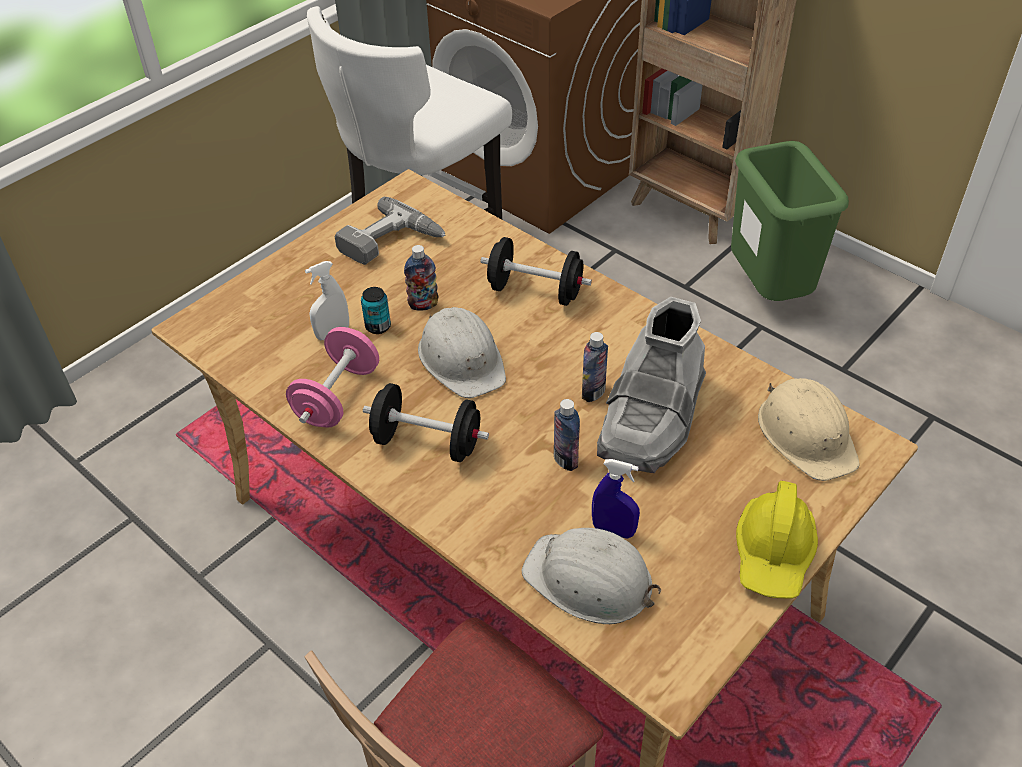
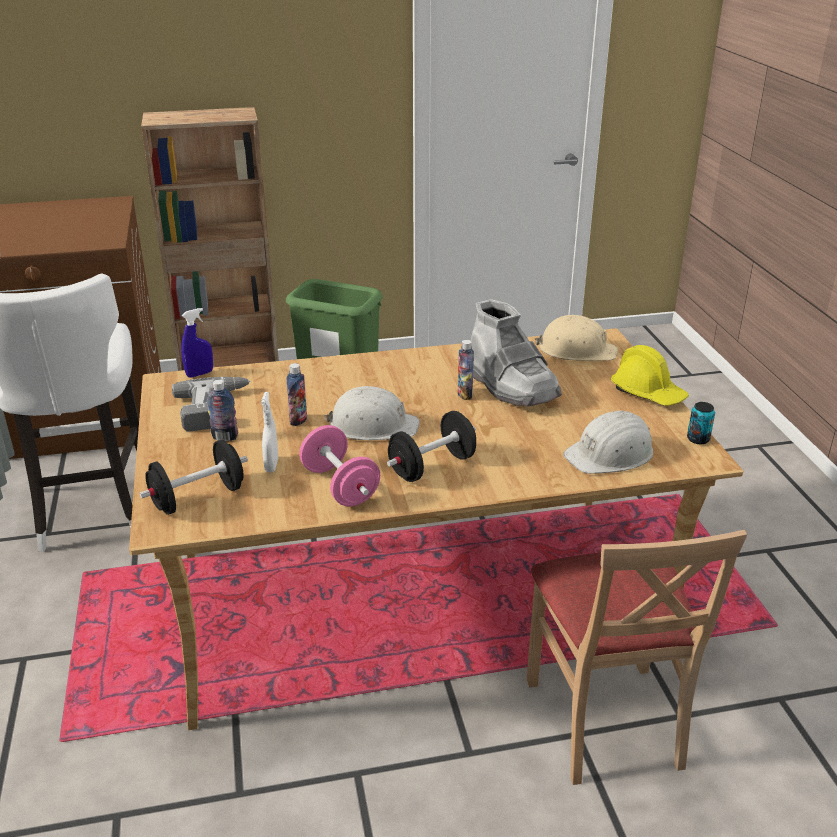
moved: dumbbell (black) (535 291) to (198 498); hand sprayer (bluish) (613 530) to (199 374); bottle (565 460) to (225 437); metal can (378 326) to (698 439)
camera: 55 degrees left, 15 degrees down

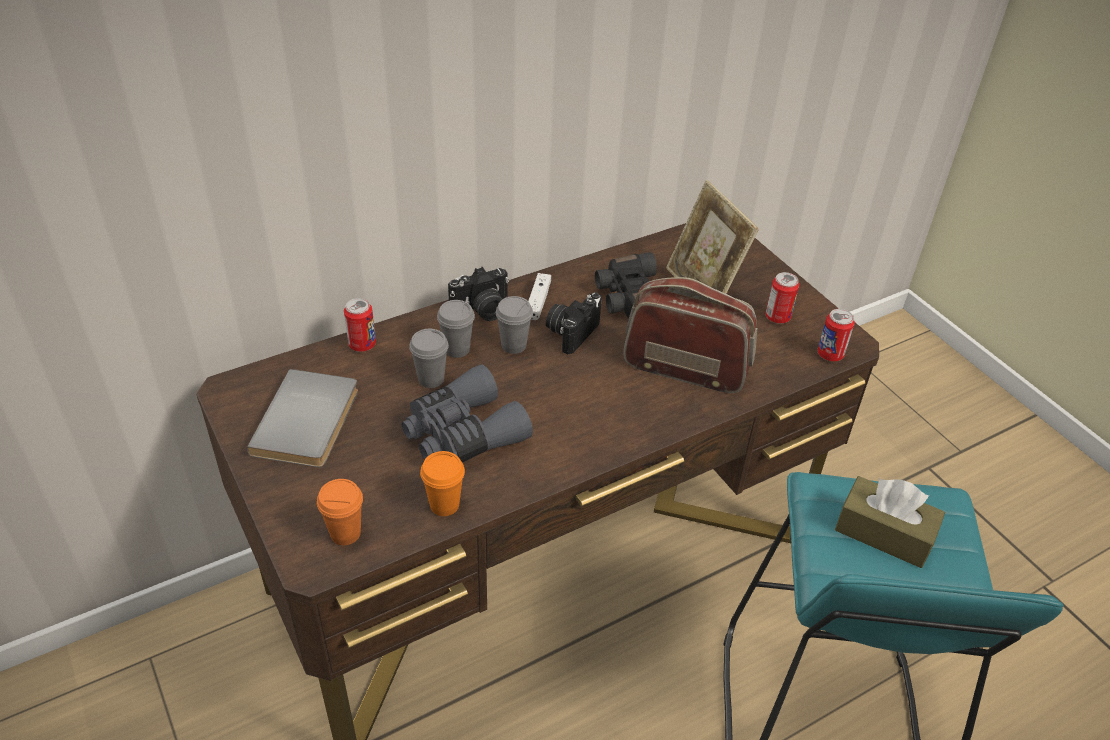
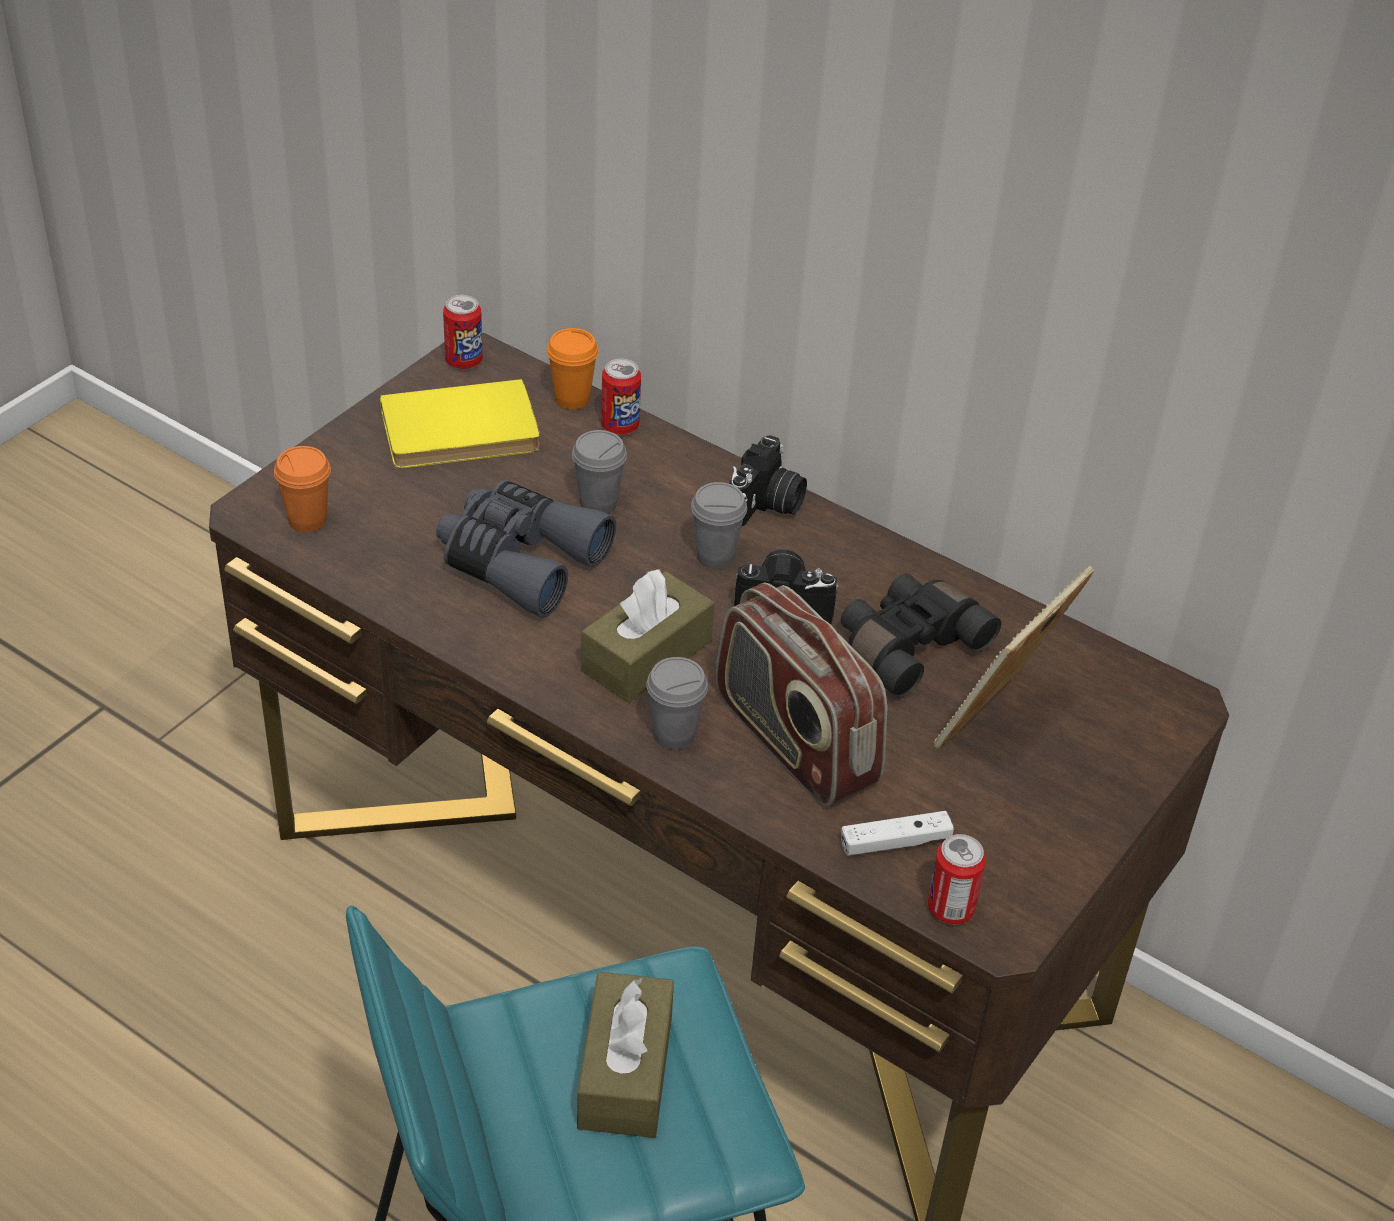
added: box of tissues (brown) (646 655)
moved: metal can (777 317) to (464 361); drinking cup (orange-coloured) (444 505) to (572 399); drinking cup (gray) (457 349) to (674 735); gamepad (white-coloured) (538 301) to (895 842)
recoloured: bound book (gray) (310 422) to bound book (yellowish) (461 433)
turned: radio receiver (685 368) = (793 742) 150 degrees clockwise; still camera (482 310) = (766 505) 105 degrees counterclockwise
camera: 65 degrees right, 0 degrees up

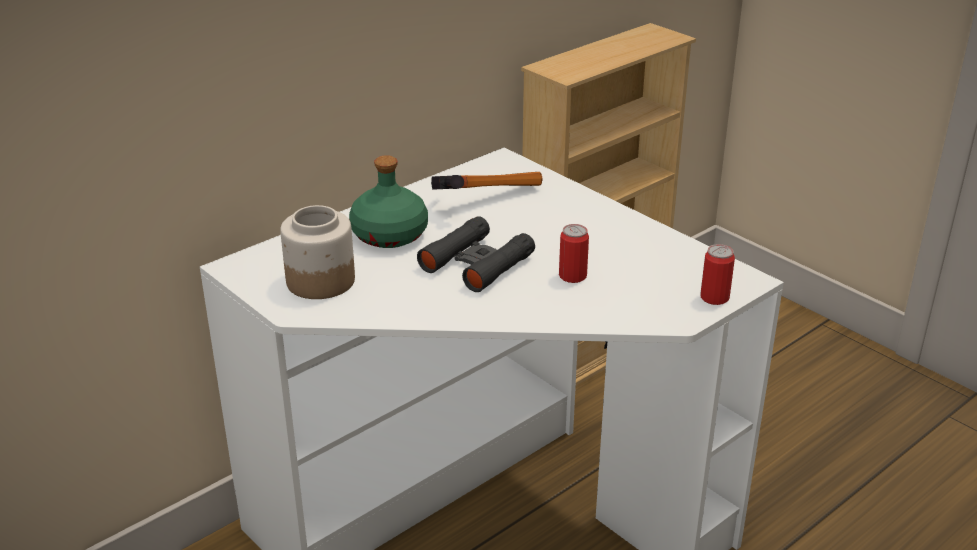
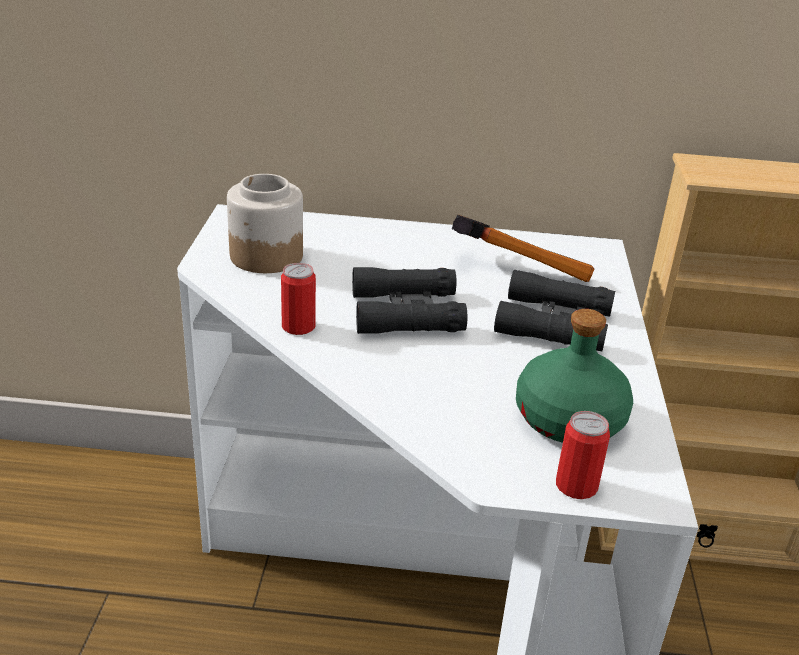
added: binoculars (black) (553 323)
moved: metal can (572 276) to (298 326); bottle (green) (389 235) to (567 420)
camera: 45 degrees right, 0 degrees up

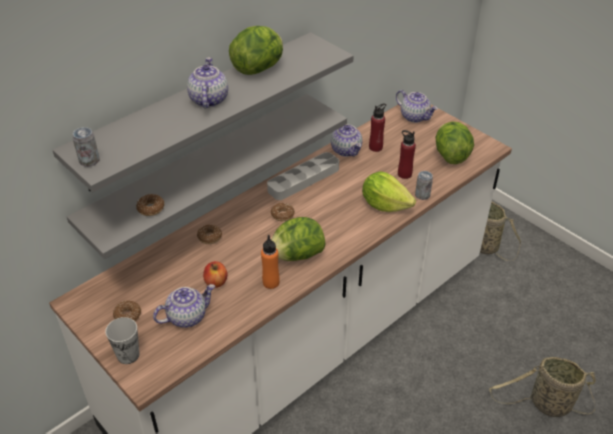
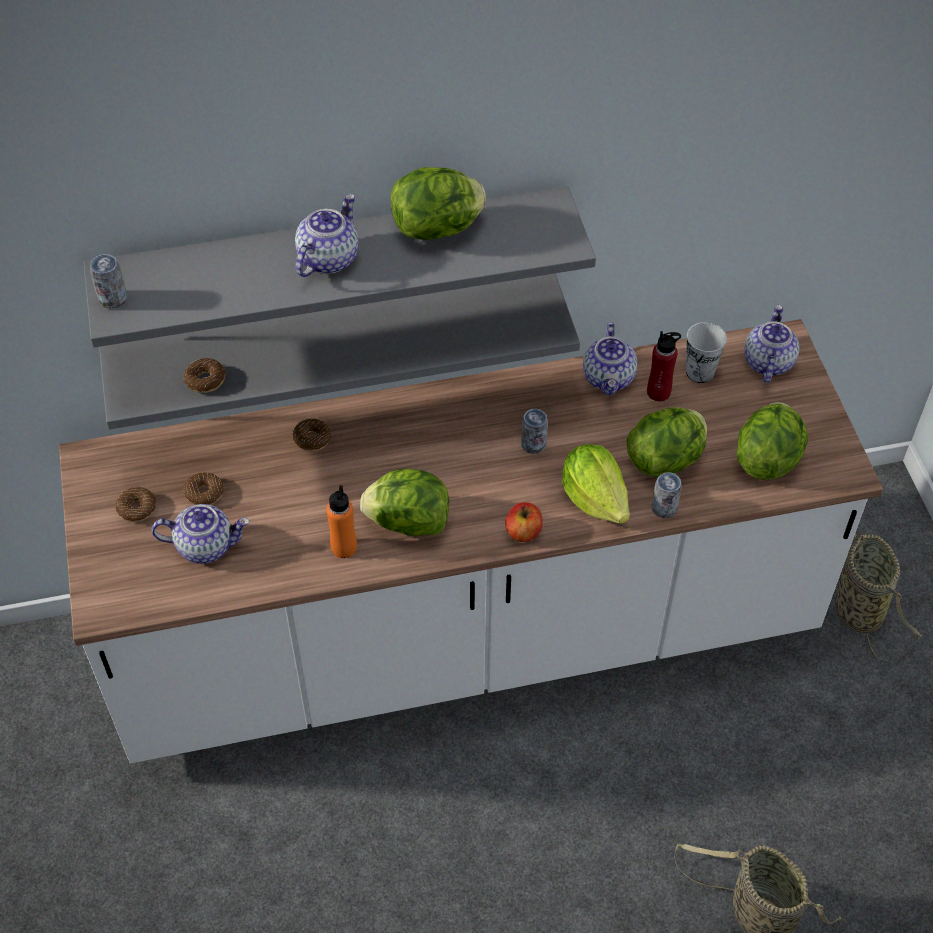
removed: carrying tray (gray) (303 179)
added: metal can (533 445)
moved: donut (282 215) to (204 493); whole apple (216 282) to (523 532); drinking cup (128 355) to (700 372)
replaced: bottle (reddish) (404 174) to lettuce head (666 459)
turned: tea pot (415 117) = (767 362) 150 degrees counterclockwise
camera: 30 degrees right, 10 degrees up

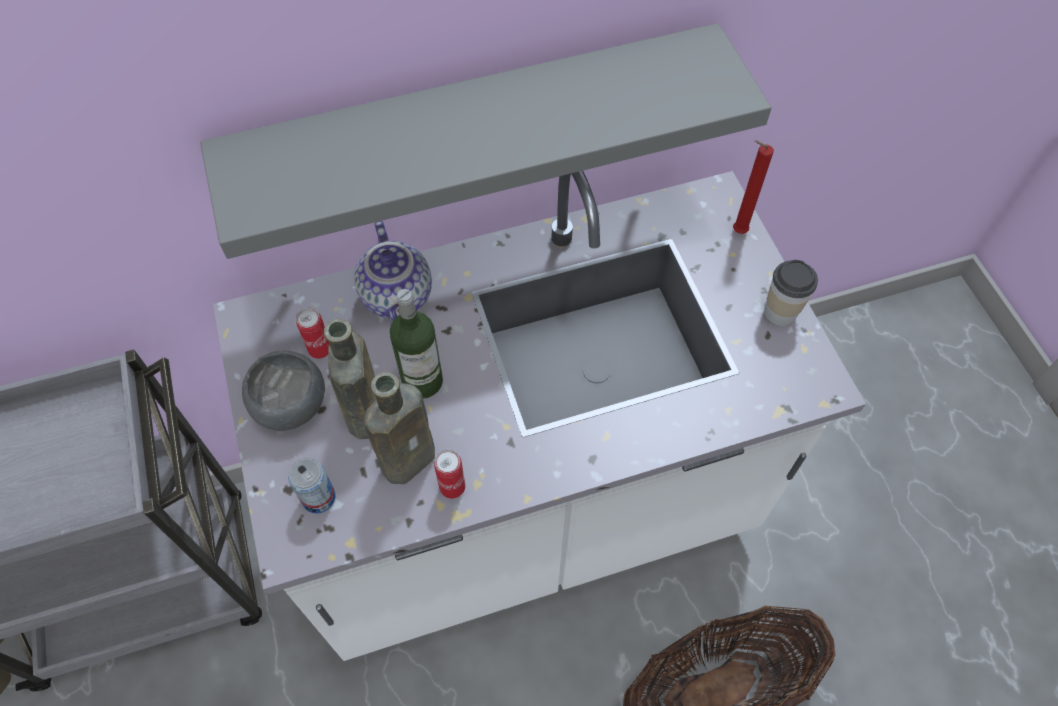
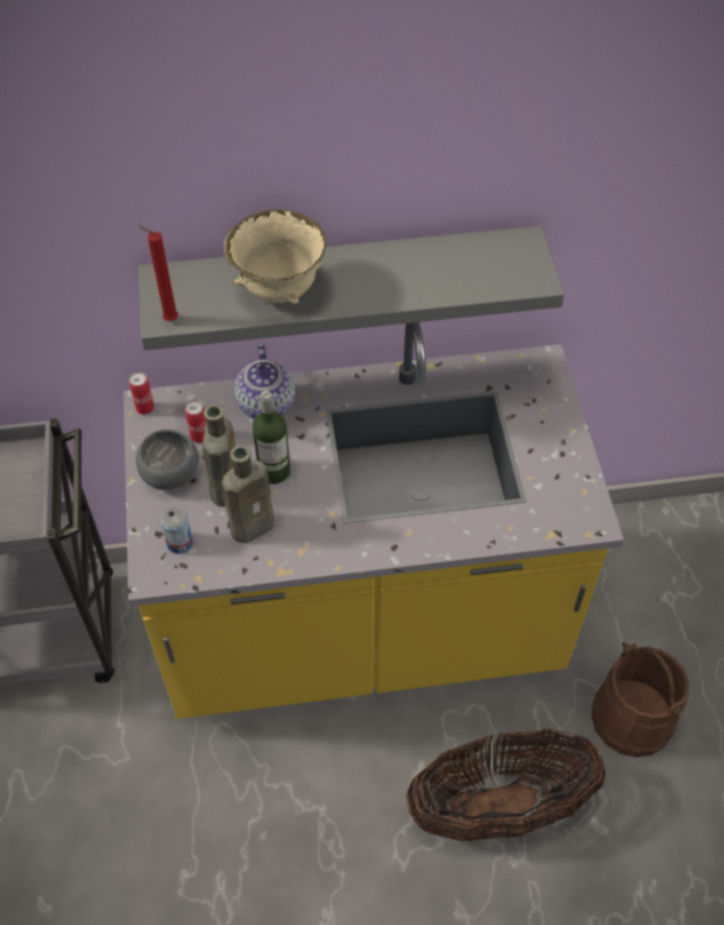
removed: drinking cup (780 312)
added: serving bowl (sand-coloured) (279 290); water bucket (brown) (633 717)
moved: metal can (452 487) to (145 408); candle (reddish) (736 231) to (168 319)
recoloured: counter (white-coloured) (529 512) to counter (yellowish) (362 629)
camera: 10 degrees right, 5 degrees down

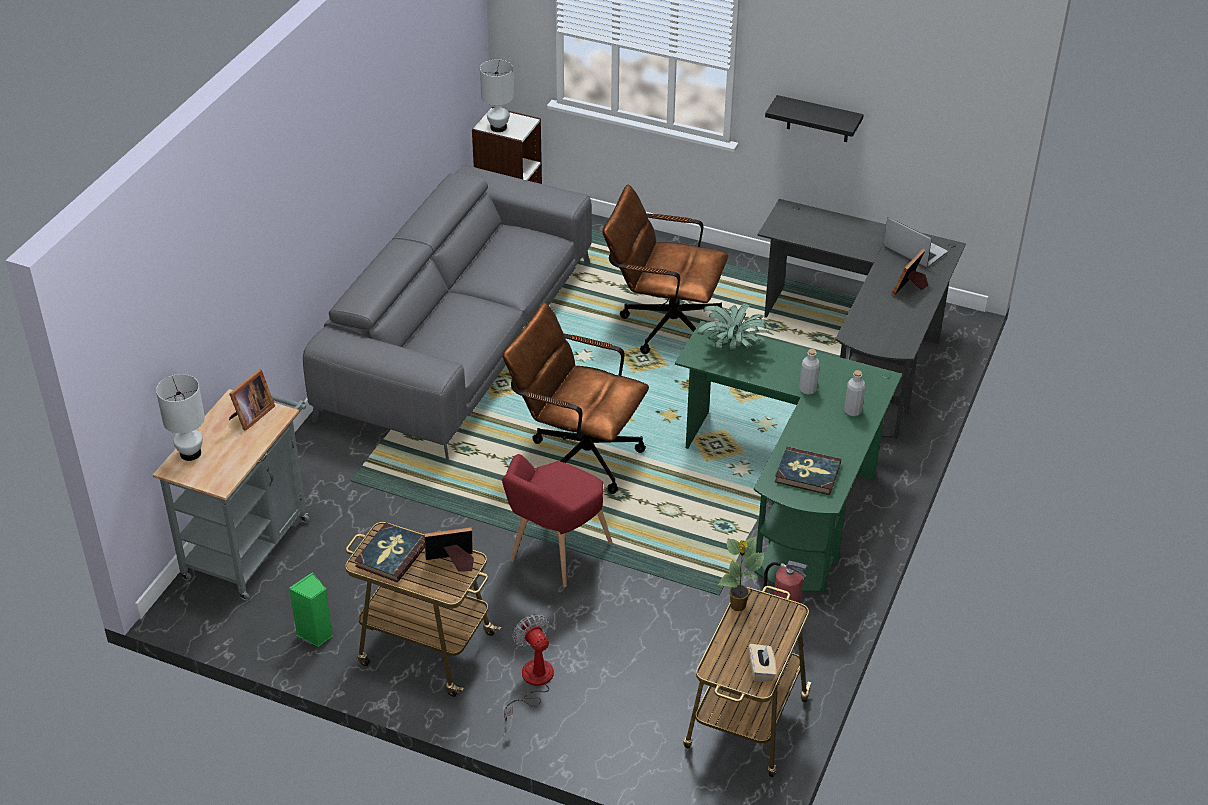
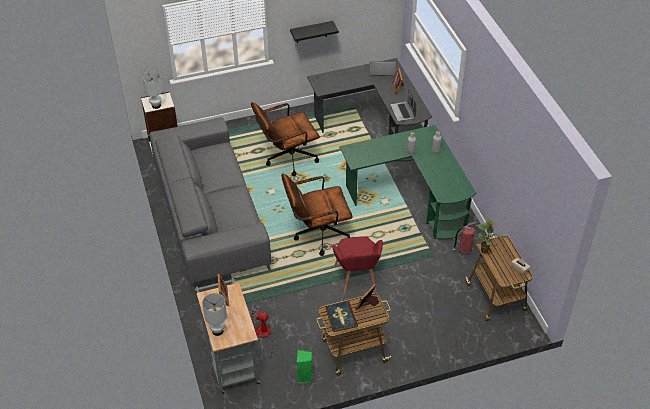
removed: plant in a pot (733 348); bound book (807 473)
added: notebook computer (403 112)
moved: cooling fan (532 682) to (264 336)
camera: 40 degrees left, 5 degrees up

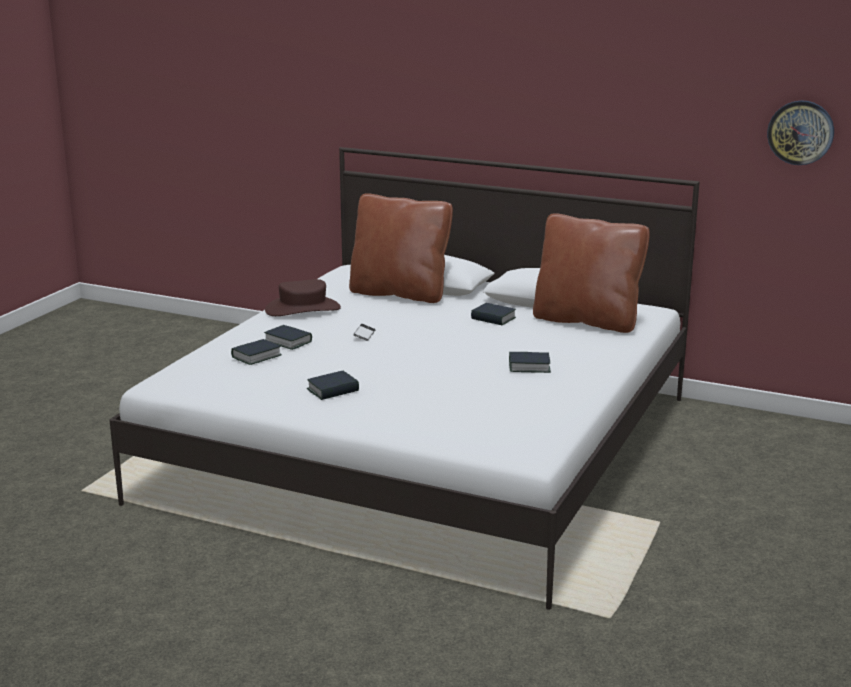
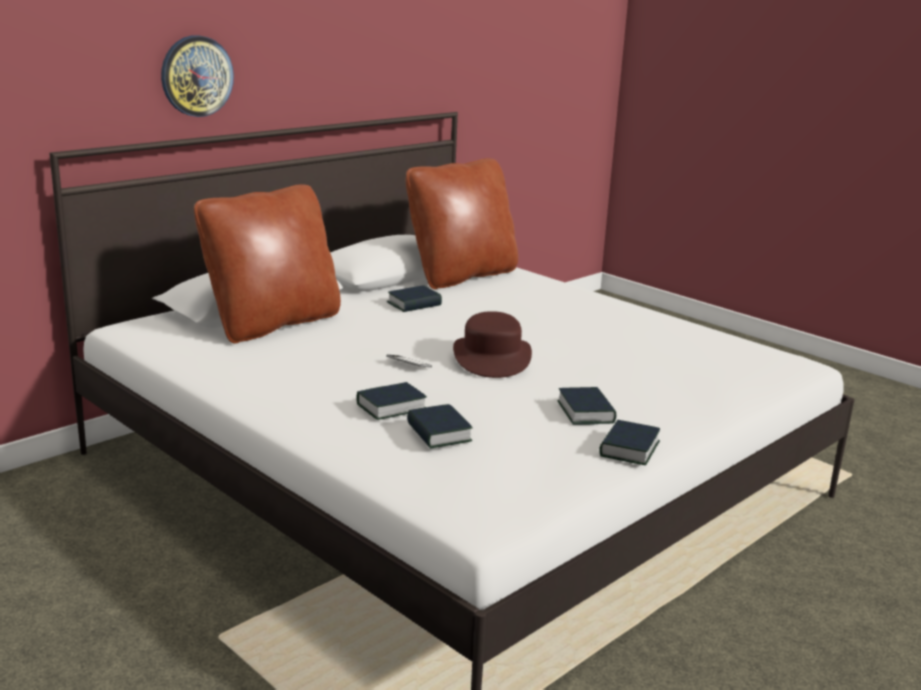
moved: wall clock (800 132) to (196 76); wearable hat (brown) (303 309) to (491 357); bound book (529 367) to (629 449)
camera: 70 degrees left, 0 degrees up

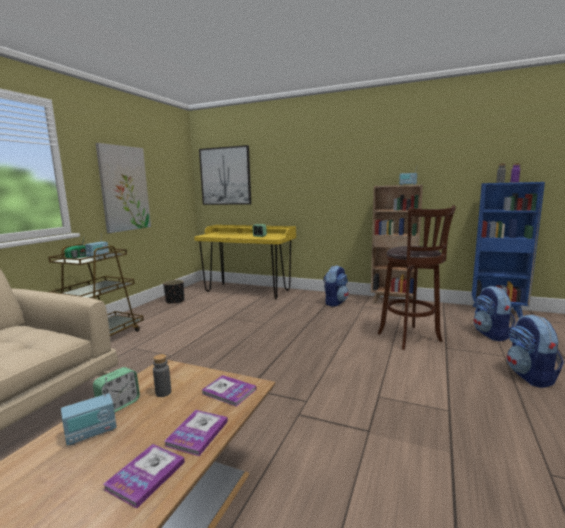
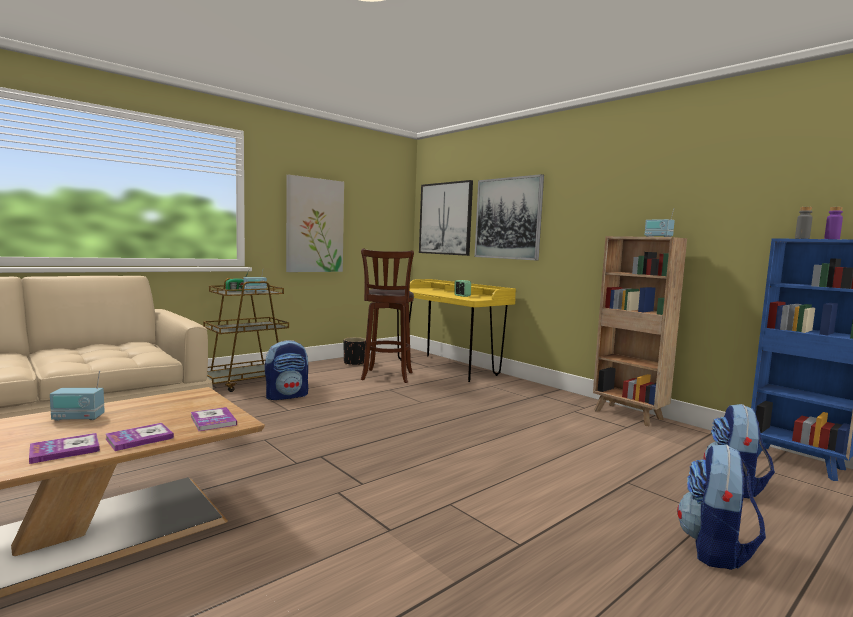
removed: bedside clock (119 405); bottle (gray) (163 392)
added: wall art (508 218)
moved: backpack (335 302) to (287 396); stool seat (brown) (411 338) to (386 377)
camera: 25 degrees right, 5 degrees down

